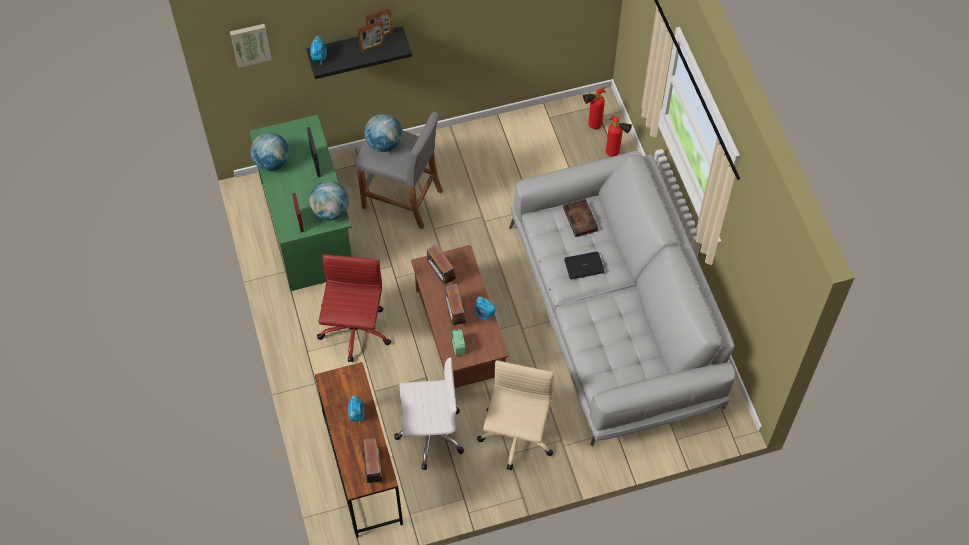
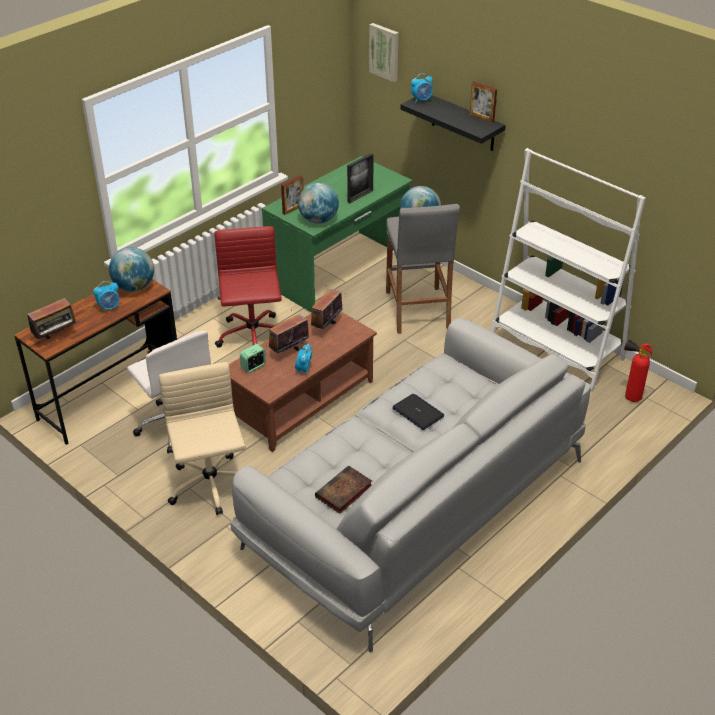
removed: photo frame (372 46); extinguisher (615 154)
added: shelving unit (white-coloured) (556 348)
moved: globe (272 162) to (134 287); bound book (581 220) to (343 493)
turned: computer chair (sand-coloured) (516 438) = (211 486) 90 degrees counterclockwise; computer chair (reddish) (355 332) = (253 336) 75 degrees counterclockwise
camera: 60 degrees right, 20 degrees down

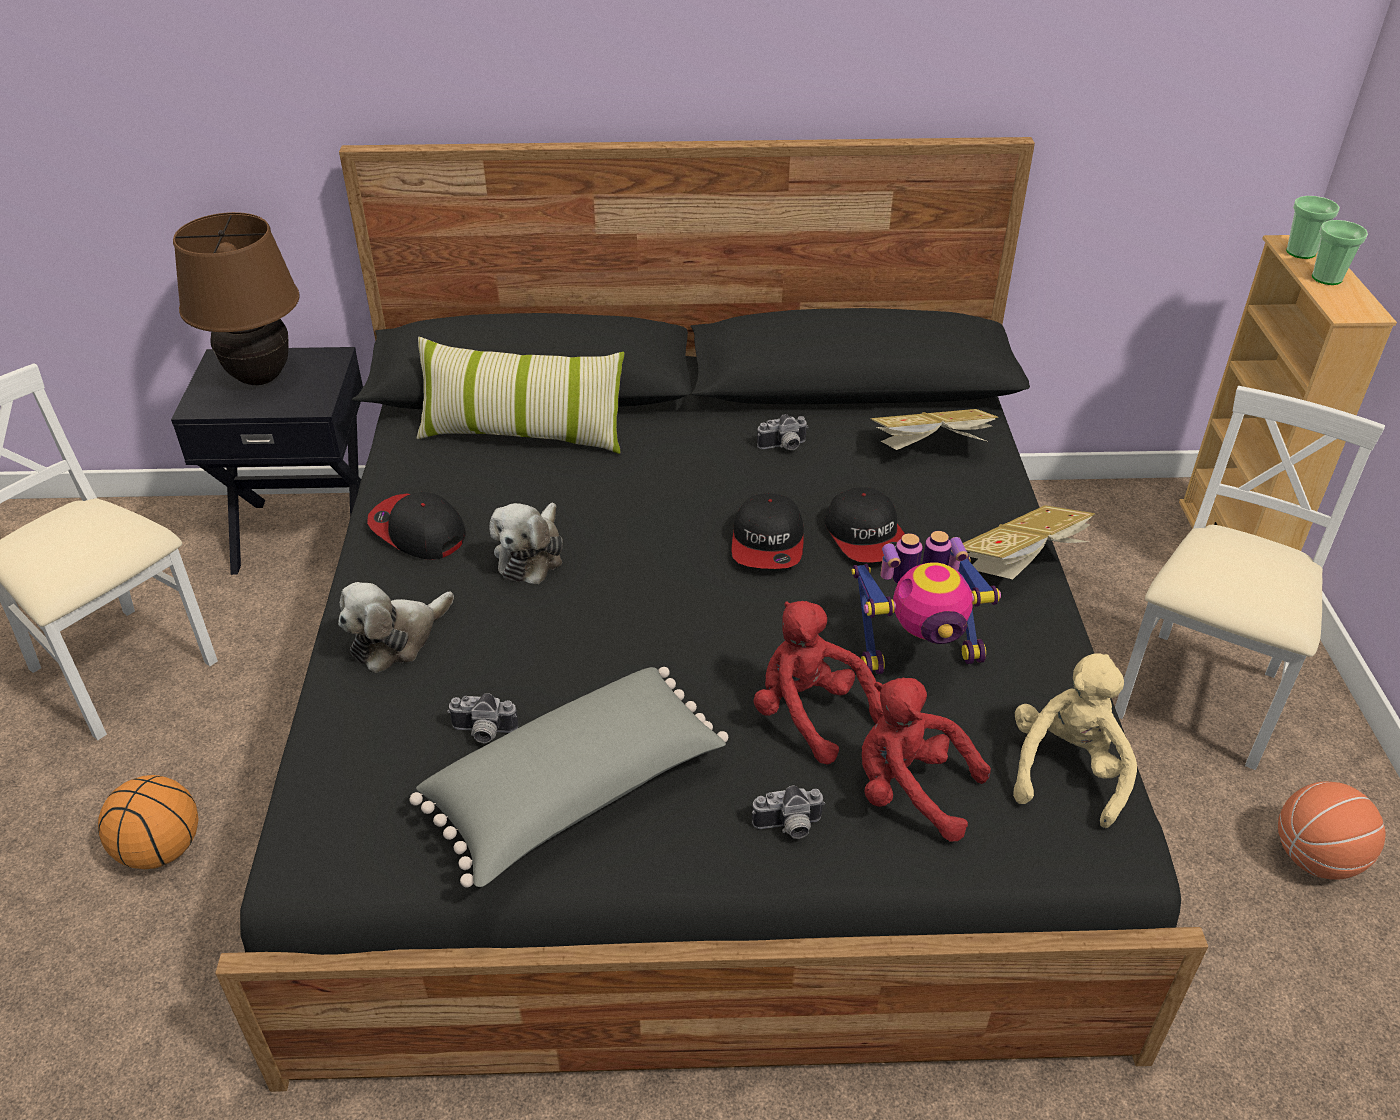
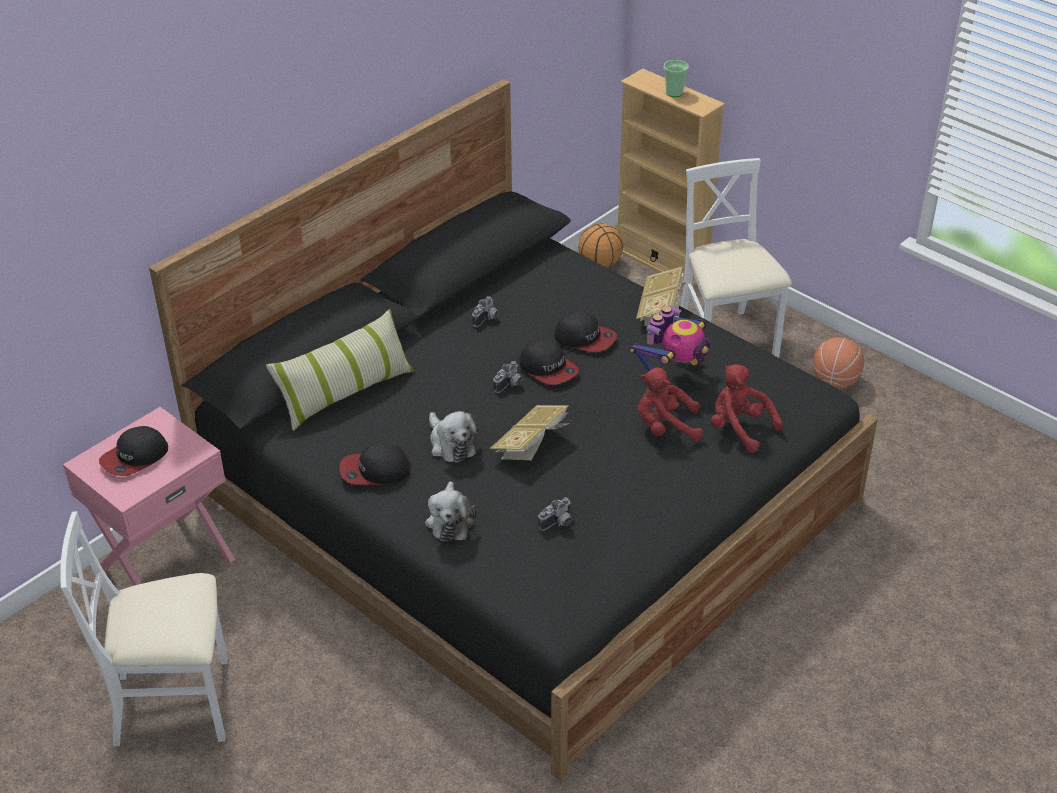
removed: cushion (gray) (577 794); plush toy (sand-coloured) (1066 770); drinking cup (1300 252)
moved: bound book (930 448) to (532 446); still camera (789 827) to (510 385); basketball ball (163 849) to (600 264)
replaced: lamp for a table (brown) (260 378) to cap (135 457)
recoloured: bedside table (black) (307 533) to bedside table (pink) (165 562)
turned: plush toy (reddish) (909 790) = (739 428) 60 degrees clockwise
camera: 45 degrees left, 0 degrees up

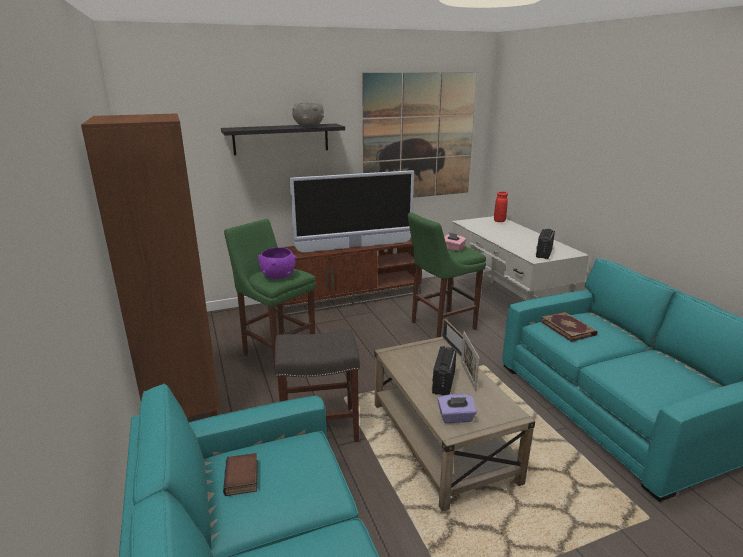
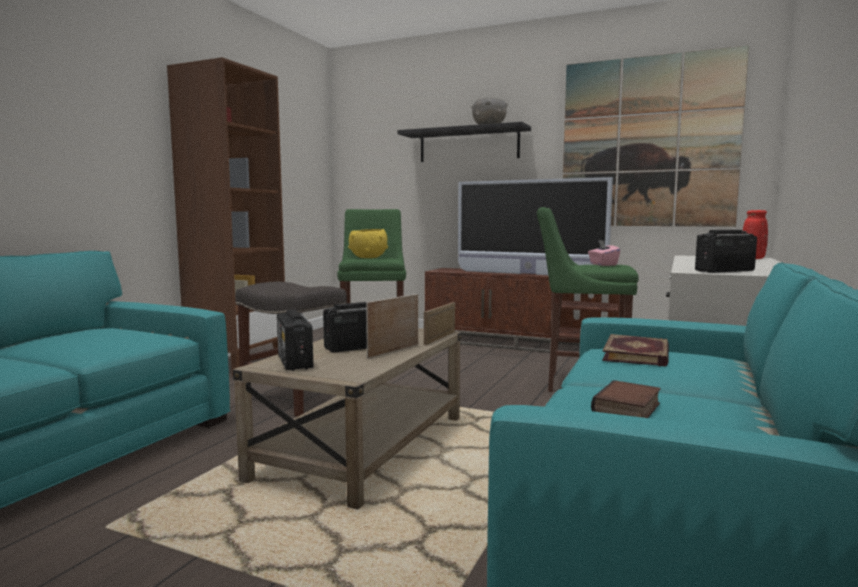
moved: bound book (243 478) to (628 409)
replaced: box of tissues (purple) (456 418) to radio receiver (294 362)
recoloured: serving bowl (purple) (278 276) to serving bowl (yellowish) (368 257)
camera: 45 degrees right, 15 degrees down

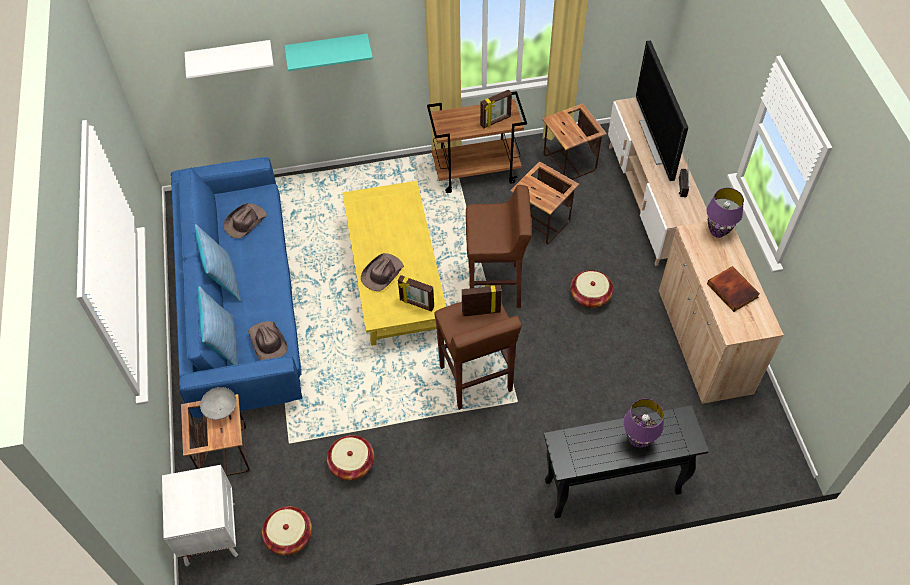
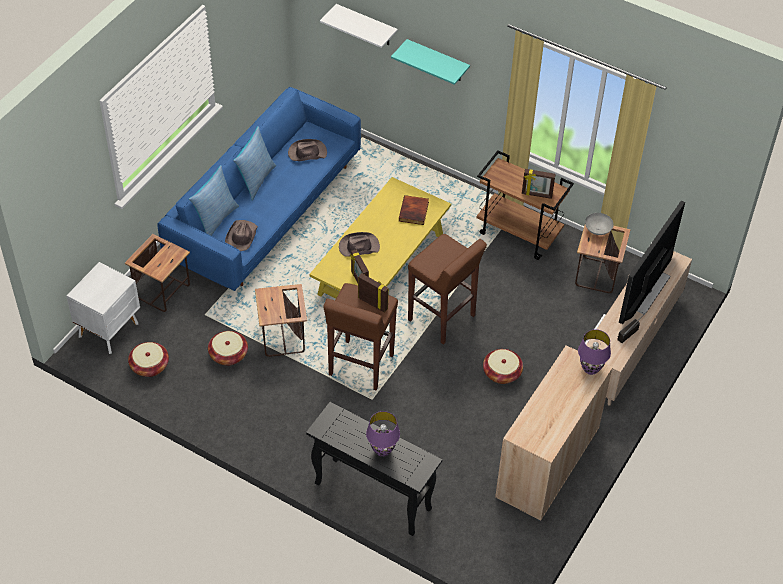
moved: side table (542 223) to (283 339); bound book (733 290) to (414 212); serving bowl (gray) (221 409) to (598 230)
camera: 40 degrees right, 5 degrees down

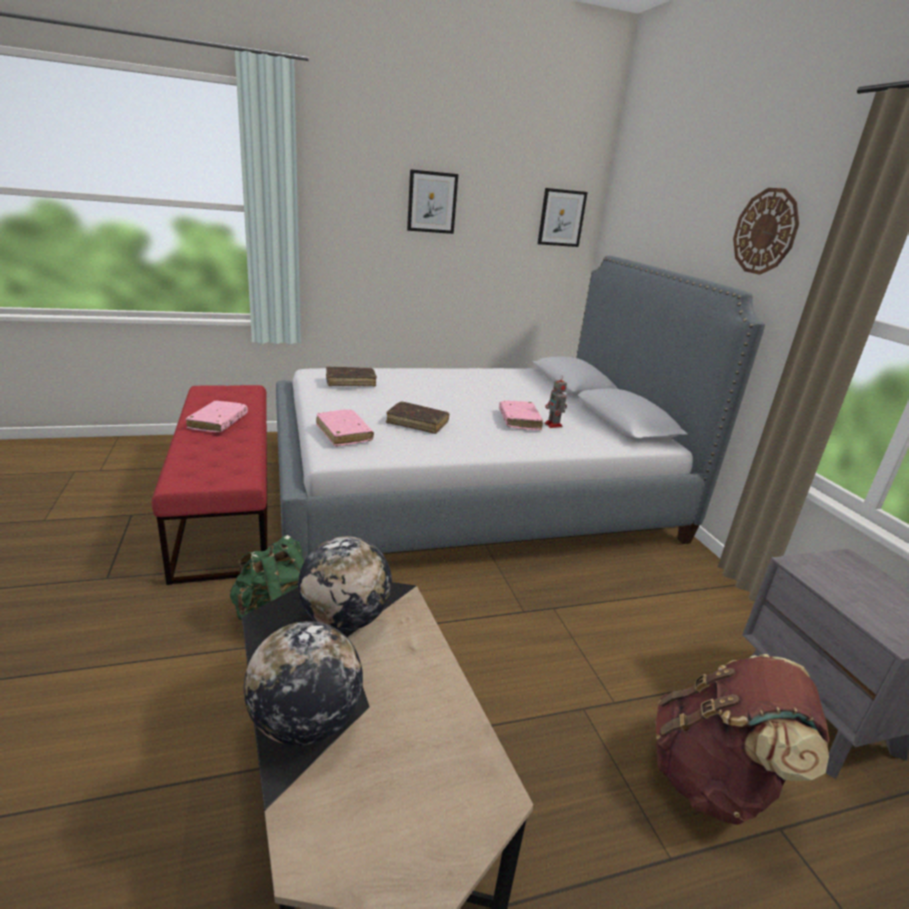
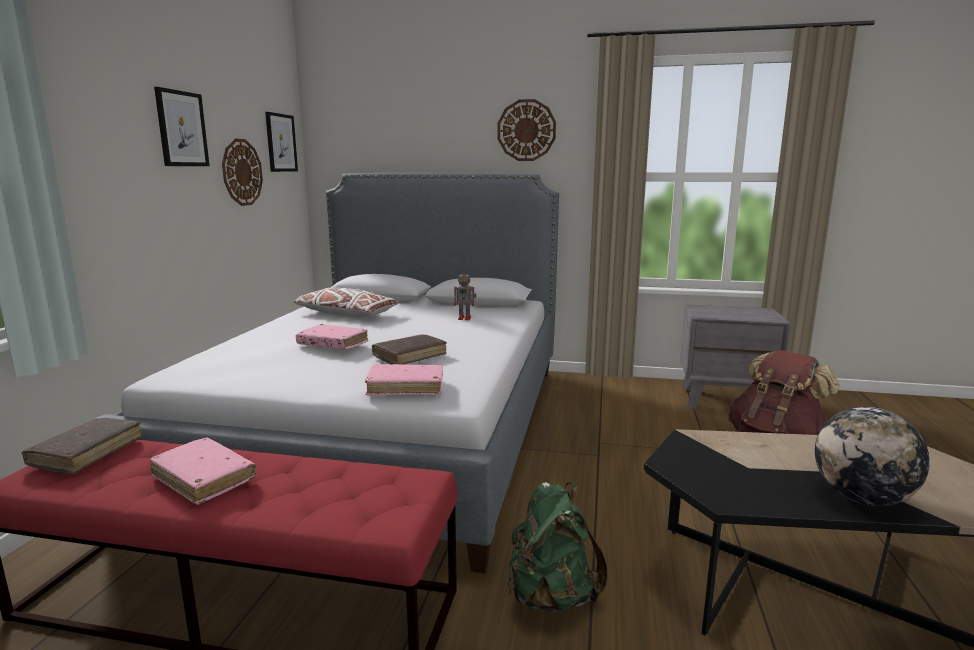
removed: globe (345 619)
added: wall clock (242 172); cushion (white-coloured) (346 314)
moved: bound book (brown) (350 382) to (87 453); bound book (pink) (519 421) to (332 344)
camera: 60 degrees left, 10 degrees down

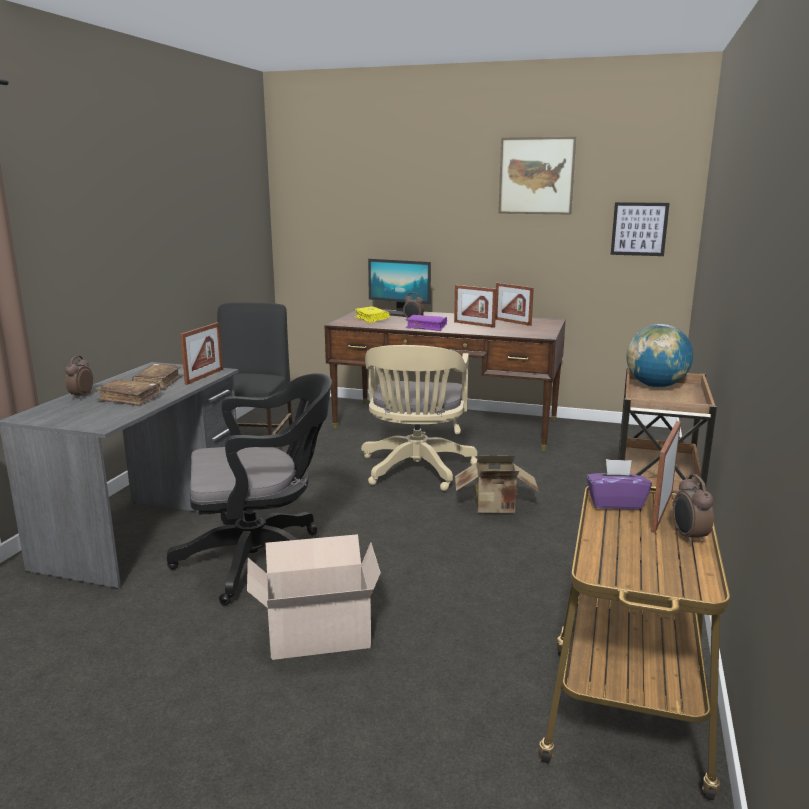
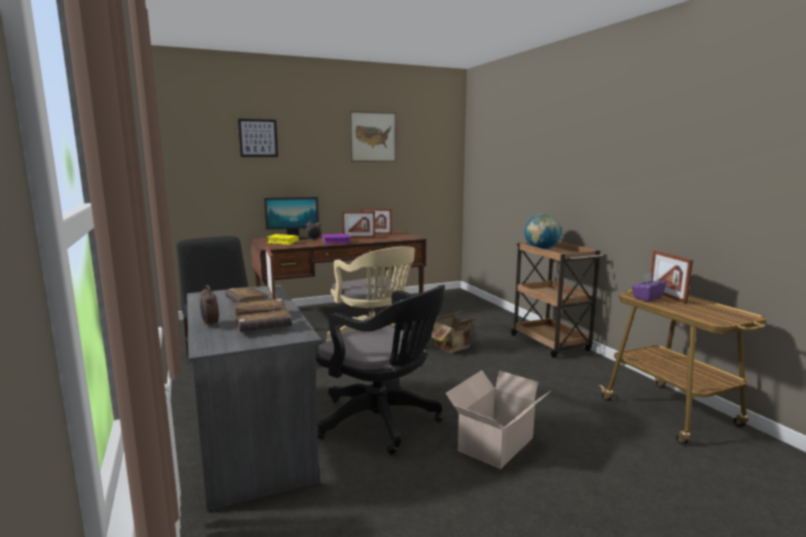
removed: bedside clock (688 537)
added: bound book (brown) (264 328)
moved: wall art (639 229) to (258 138)
turned: computer chair (black) (262 560) = (383 422) 90 degrees clockwise
camera: 40 degrees left, 5 degrees down

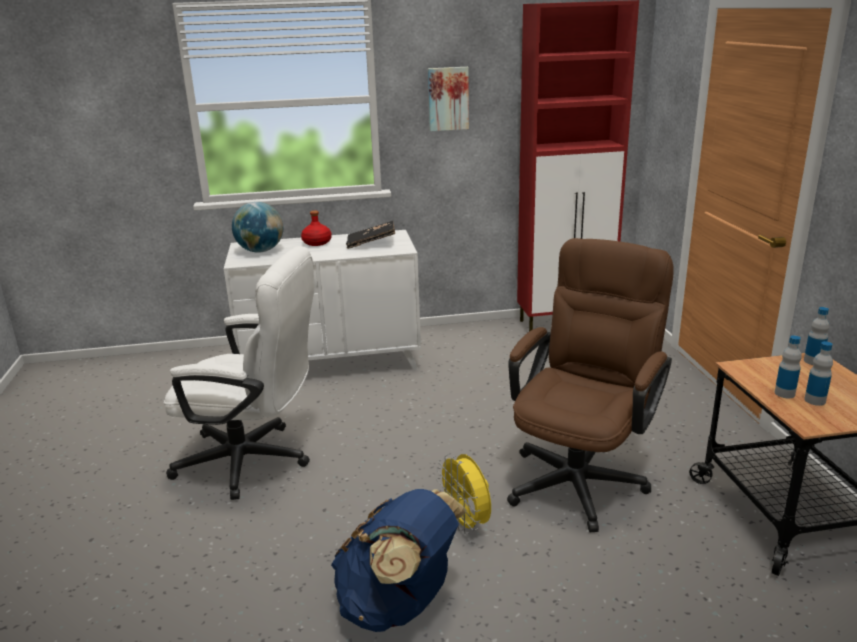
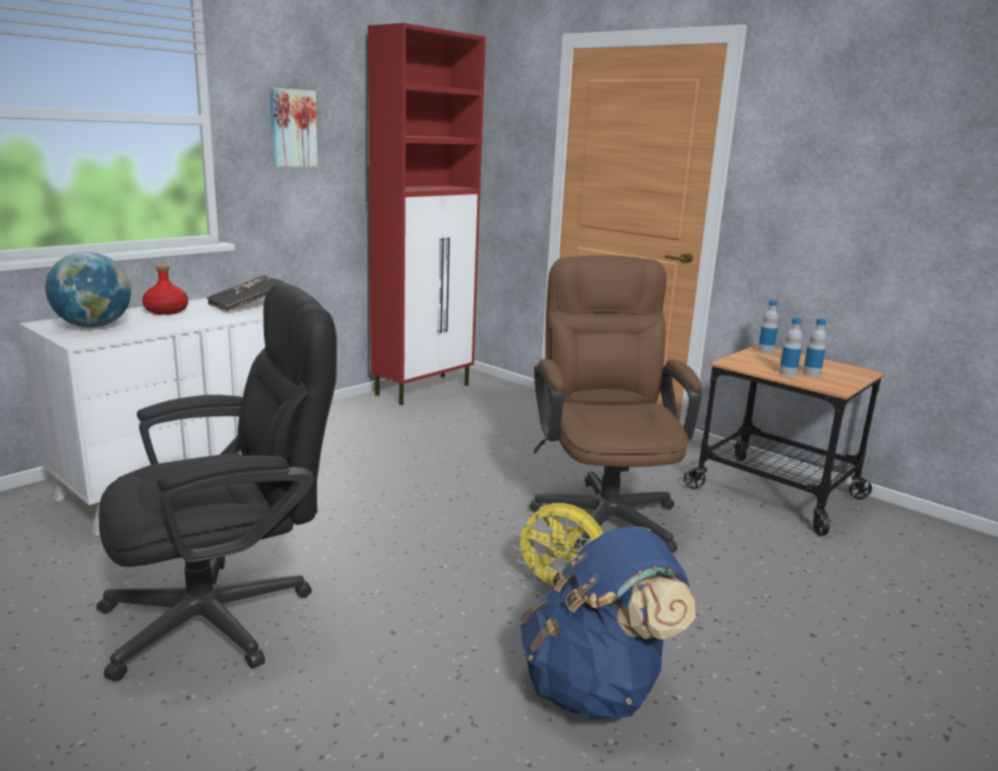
recoloured: computer chair (white-coloured) (254 461) to computer chair (black) (227 614)
camera: 40 degrees left, 5 degrees down

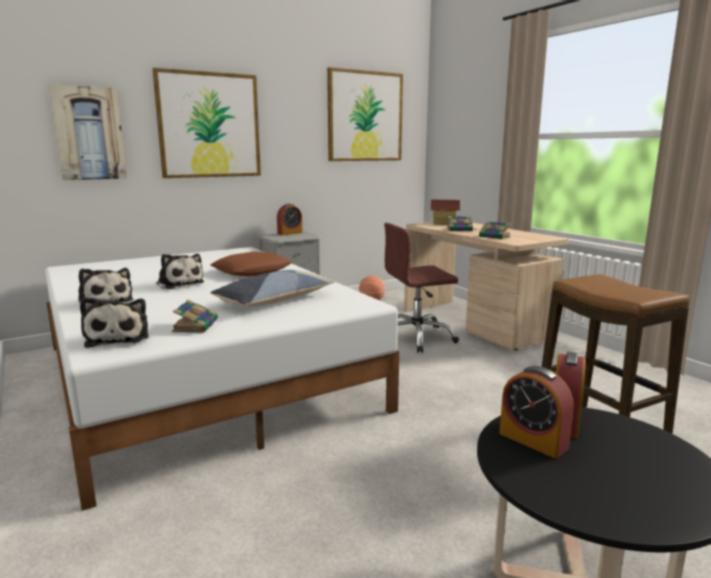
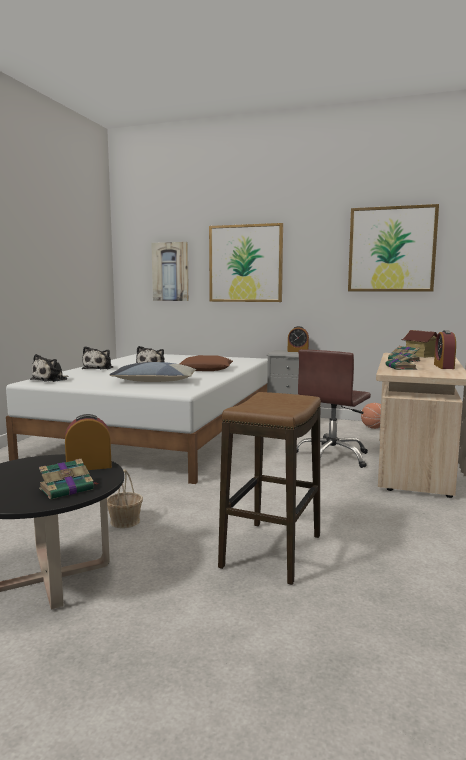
added: storage basket (125 521)
moved: bound book (196 325) to (68 489); bedside clock (533 440) to (444 366)
turned: computer chair (brown) (416 338) = (332 457) 90 degrees counterclockwise
camera: 50 degrees right, 5 degrees down

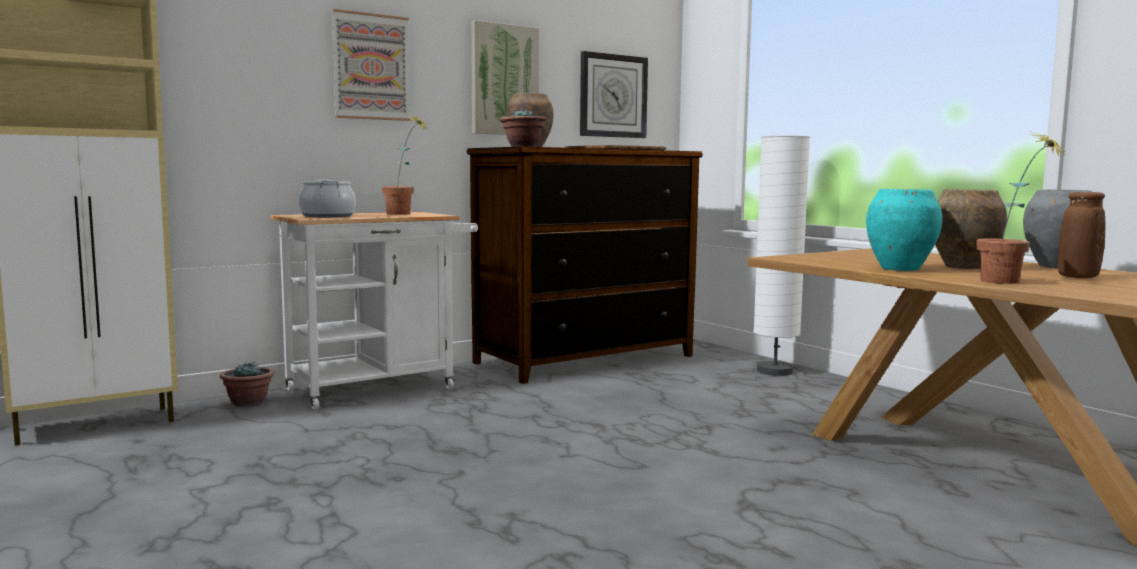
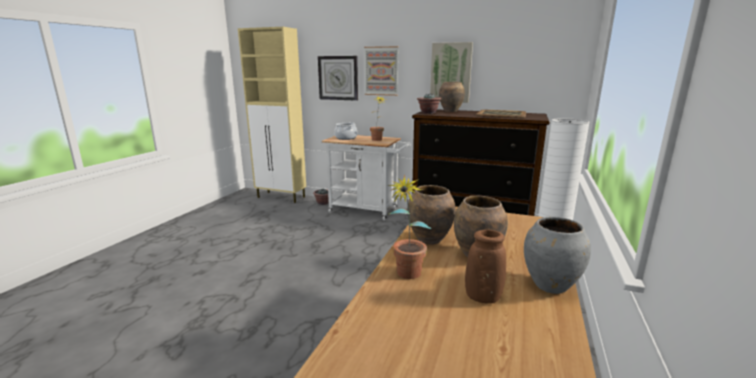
moved: wall clock (613 96) to (338 78)
recoloured: vase (turquoise-coloured) (899 269) to vase (brown) (429 239)
camera: 55 degrees right, 10 degrees up

